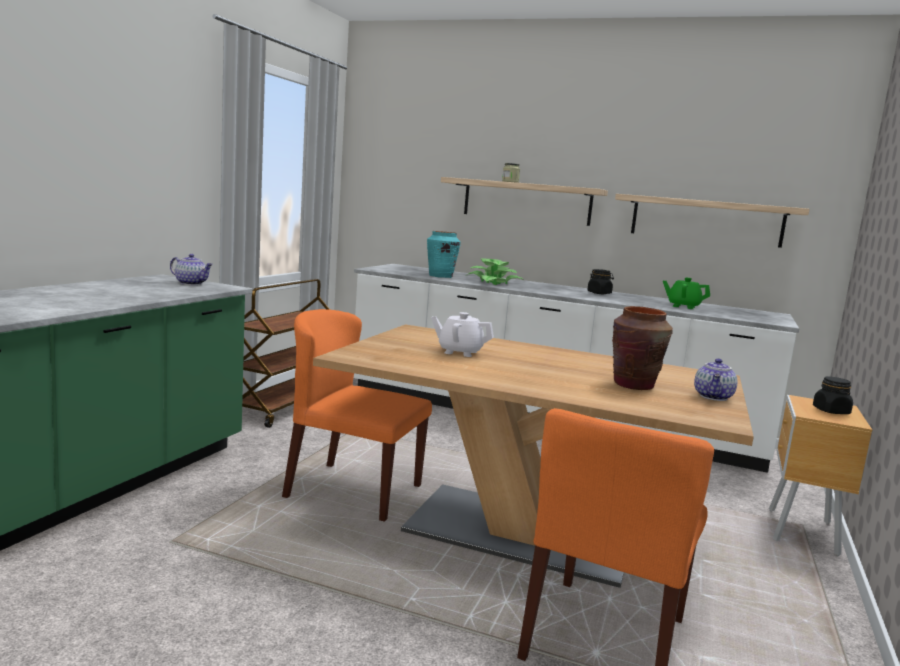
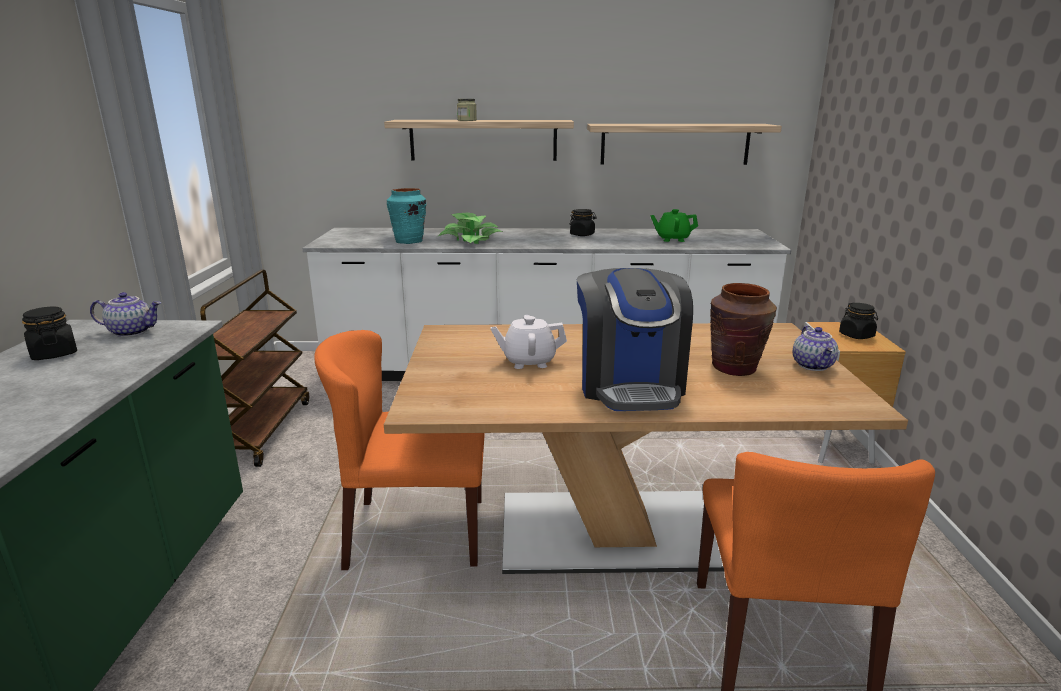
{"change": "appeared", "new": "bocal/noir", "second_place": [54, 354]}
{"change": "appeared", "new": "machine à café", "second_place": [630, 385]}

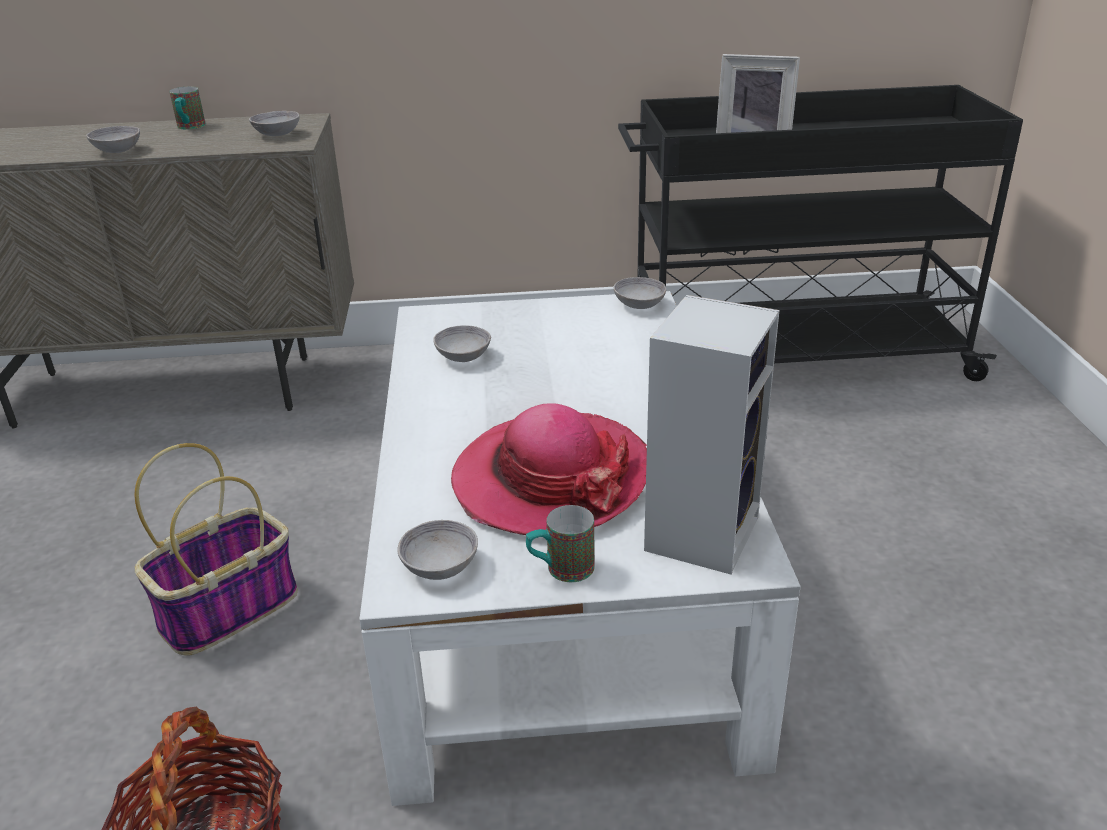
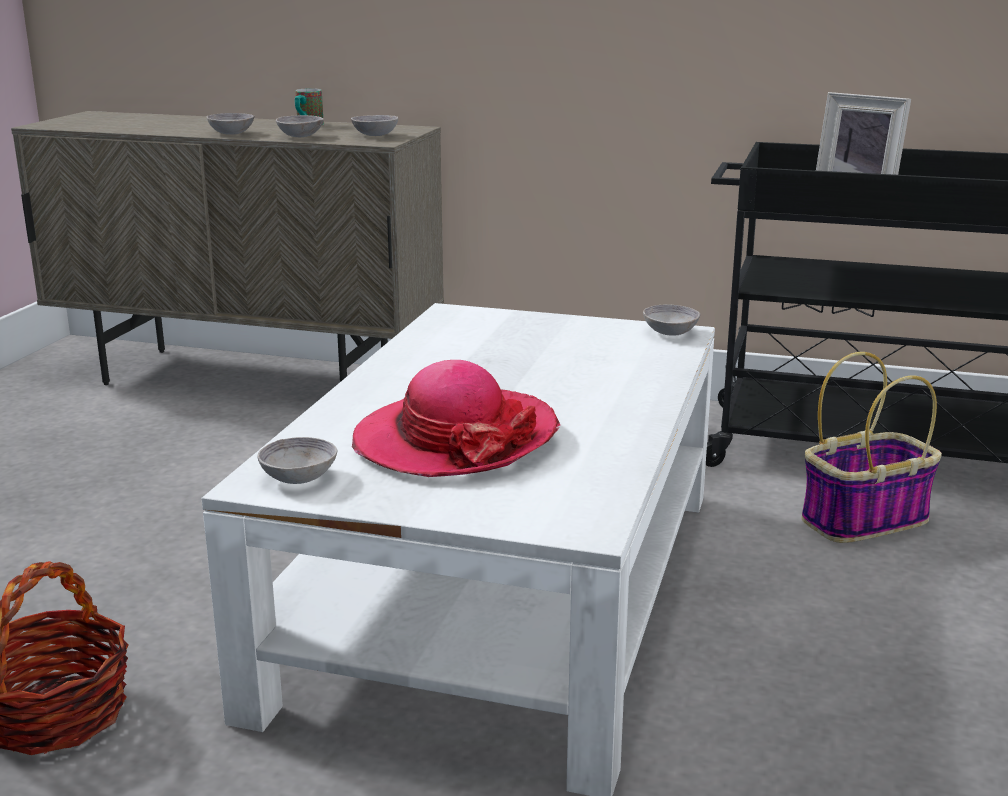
{"change": "relocated", "old": "panier", "first_place": [229, 608], "second_place": [865, 519]}
{"change": "relocated", "old": "bol/gris", "first_place": [463, 357], "second_place": [300, 136]}
{"change": "missing", "old": "mug", "first_place": [560, 570]}
{"change": "missing", "old": "enceinte", "first_place": [701, 530]}

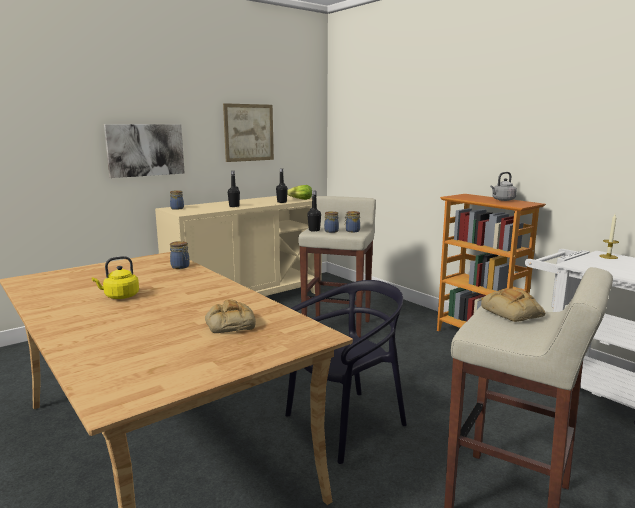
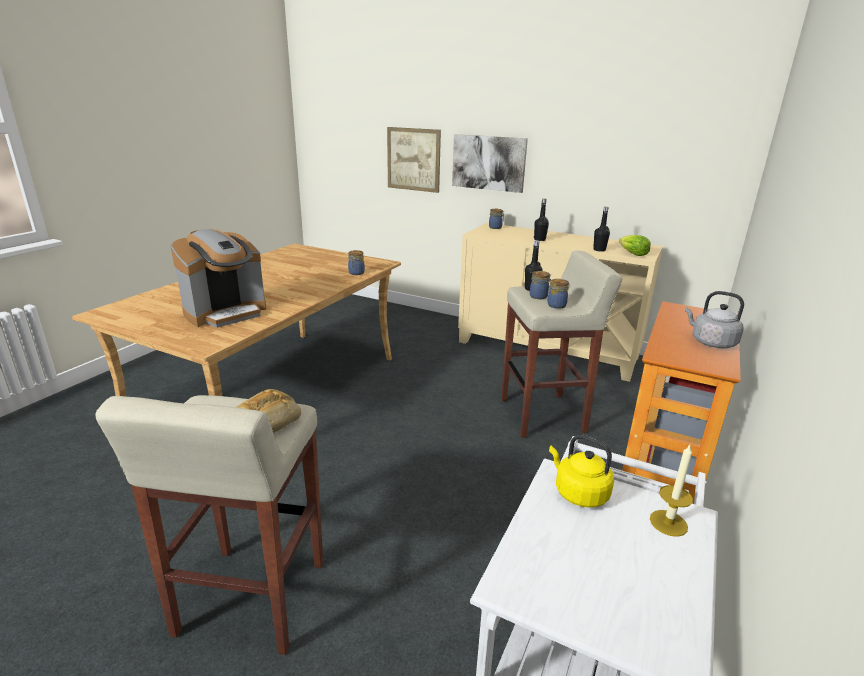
{"change": "relocated", "old": "bouilloire/jaune", "first_place": [120, 296], "second_place": [578, 493]}
{"change": "exchanged", "old": "pain", "new": "machine à café", "first_place": [229, 323], "second_place": [226, 313]}
{"change": "relocated", "old": "tableau", "first_place": [249, 132], "second_place": [413, 159]}
{"change": "missing", "old": "chaise/noir", "first_place": [346, 423]}

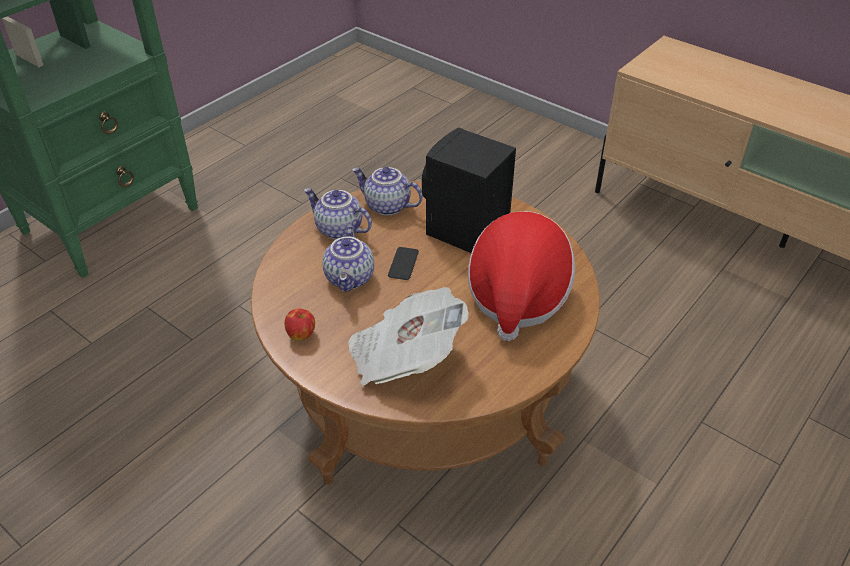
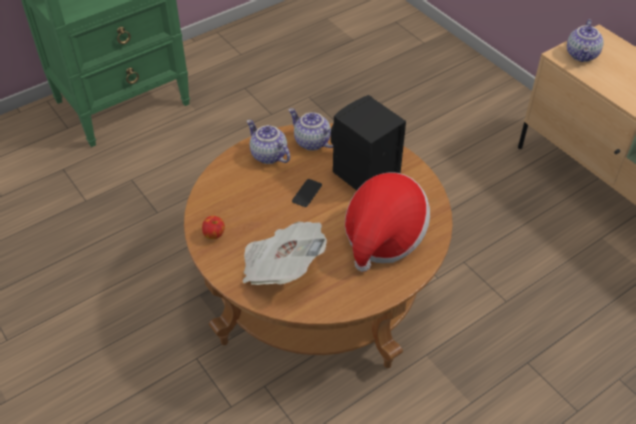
{"change": "relocated", "old": "théière", "first_place": [351, 278], "second_place": [582, 55]}

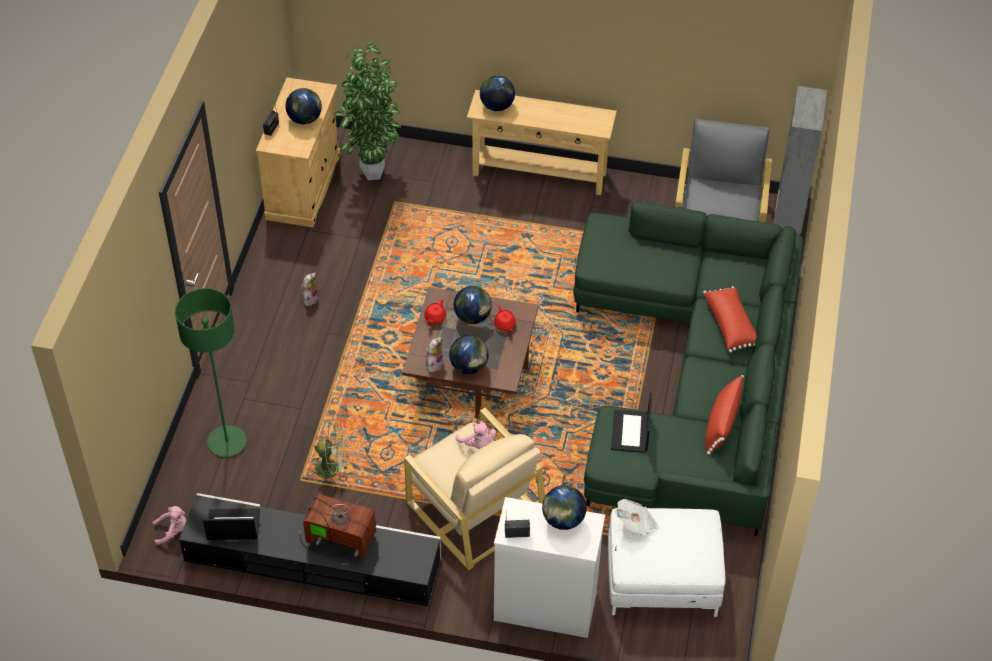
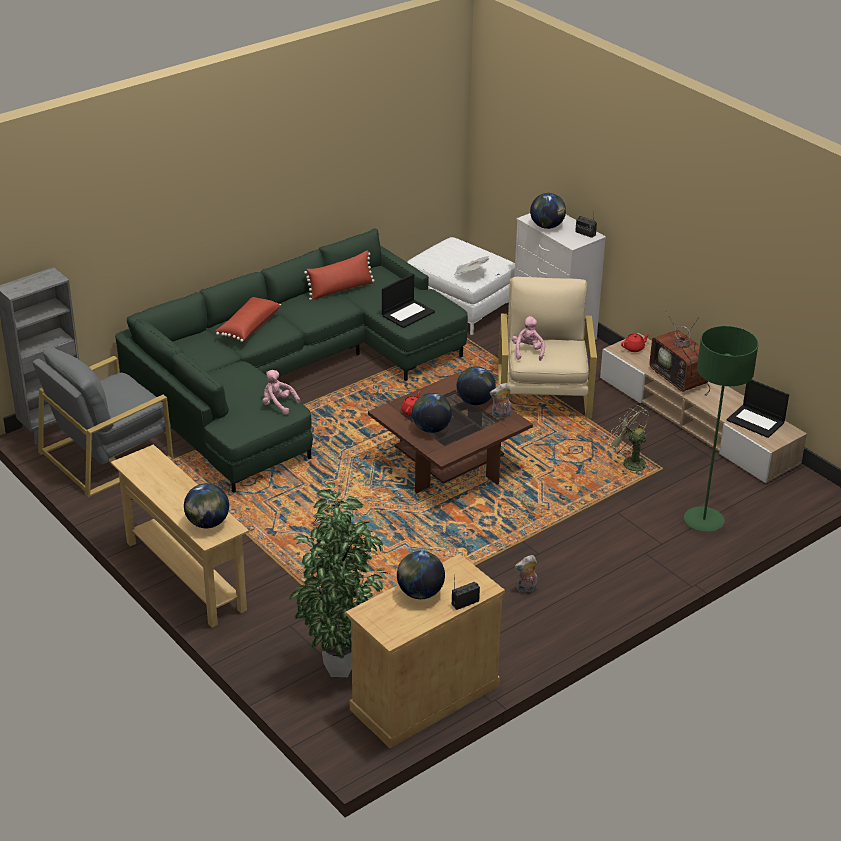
{"change": "relocated", "old": "peluche/rose", "first_place": [173, 531], "second_place": [278, 405]}
{"change": "colour", "old": "meuble télé/noir", "new": "meuble télé/beige", "first_place": [312, 561], "second_place": [697, 421]}
{"change": "relocated", "old": "théière/rouge", "first_place": [435, 318], "second_place": [634, 348]}

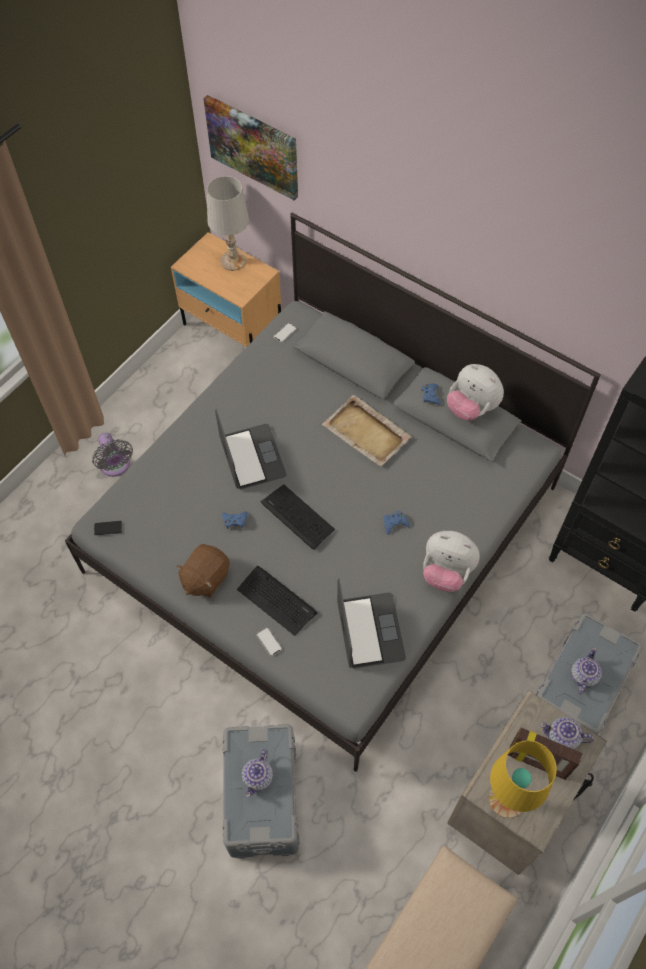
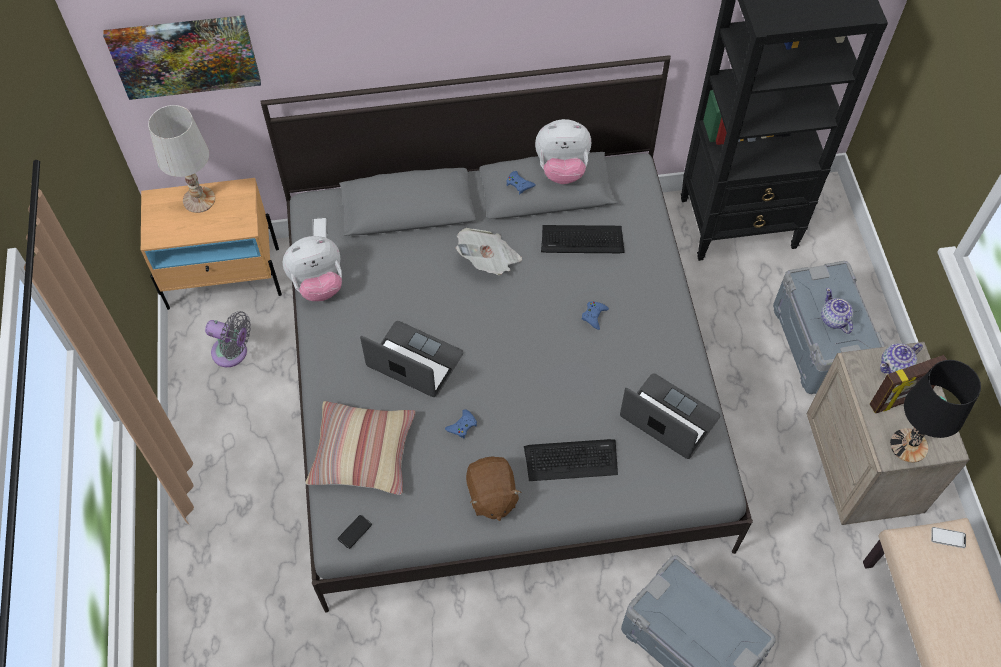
{"change": "relocated", "old": "ventilateur/gris", "first_place": [116, 466], "second_place": [233, 353]}
{"change": "missing", "old": "théière", "first_place": [258, 777]}
{"change": "relocated", "old": "téléphone", "first_place": [269, 642], "second_place": [948, 538]}
{"change": "relocated", "old": "clavier", "first_place": [297, 517], "second_place": [582, 240]}
{"change": "exchanged", "old": "plateau/beige", "new": "journal", "first_place": [367, 433], "second_place": [489, 261]}
{"change": "relocated", "old": "peluche", "first_place": [446, 572], "second_place": [318, 284]}
{"change": "colour", "old": "lampe de table/jaune", "new": "lampe de table/noir", "first_place": [507, 798], "second_place": [908, 445]}
{"change": "appeared", "new": "coussin", "second_place": [363, 453]}

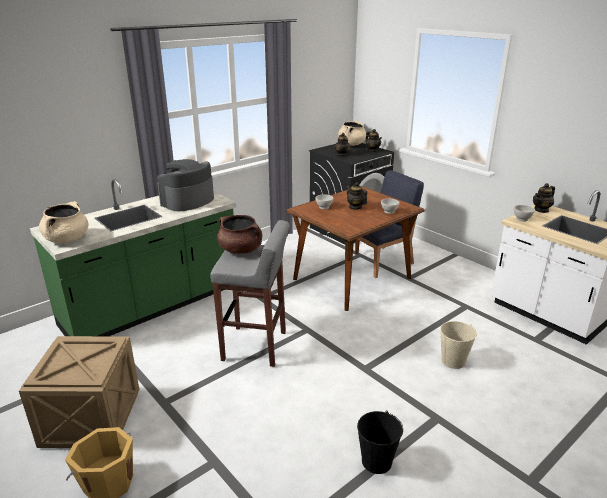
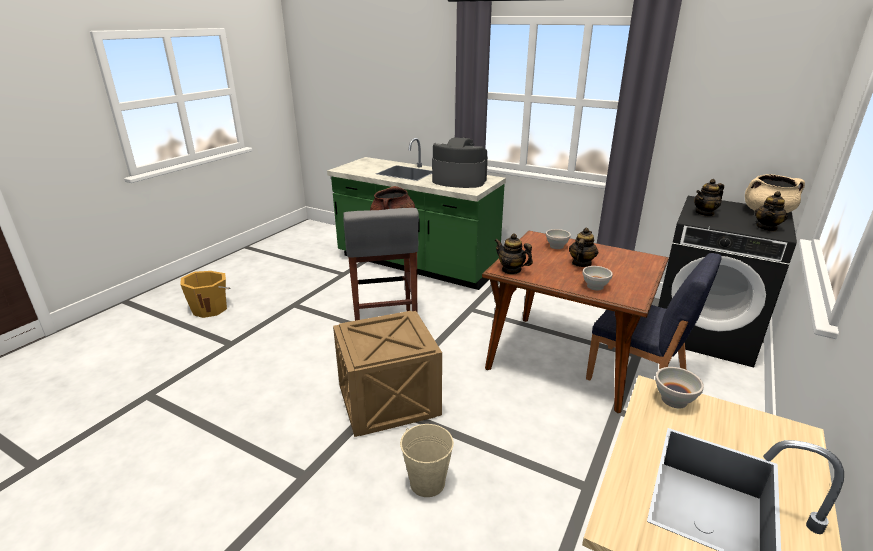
{"change": "relocated", "old": "caisse", "first_place": [92, 417], "second_place": [390, 401]}
{"change": "missing", "old": "marmite/beige", "first_place": [67, 239]}
{"change": "missing", "old": "seau/noir", "first_place": [376, 461]}
{"change": "relocated", "old": "théière", "first_place": [541, 210], "second_place": [511, 270]}

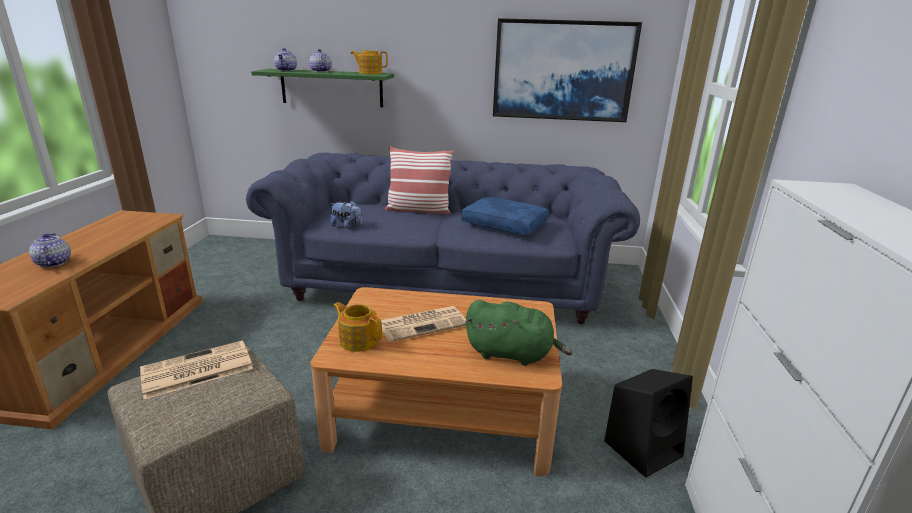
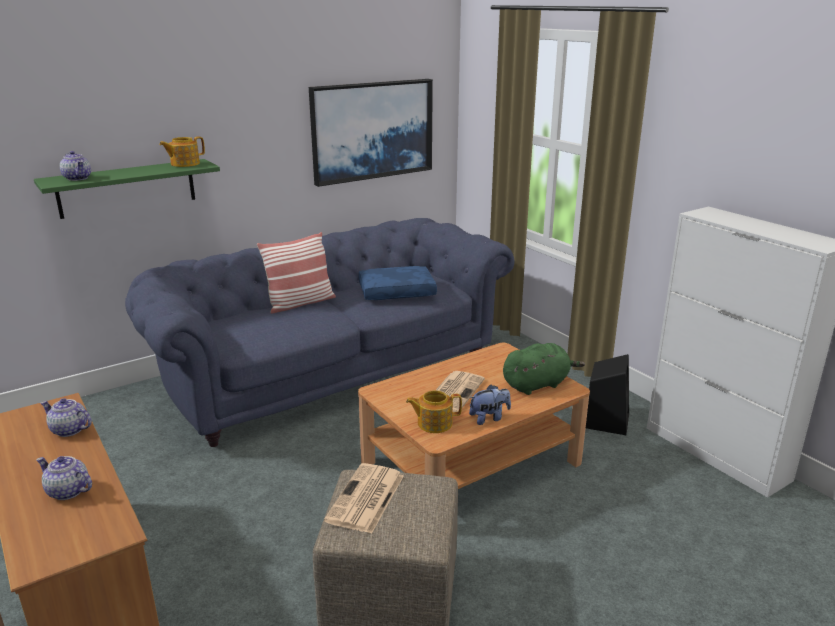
{"change": "relocated", "old": "théière", "first_place": [320, 71], "second_place": [69, 430]}
{"change": "relocated", "old": "peluche", "first_place": [346, 226], "second_place": [489, 418]}

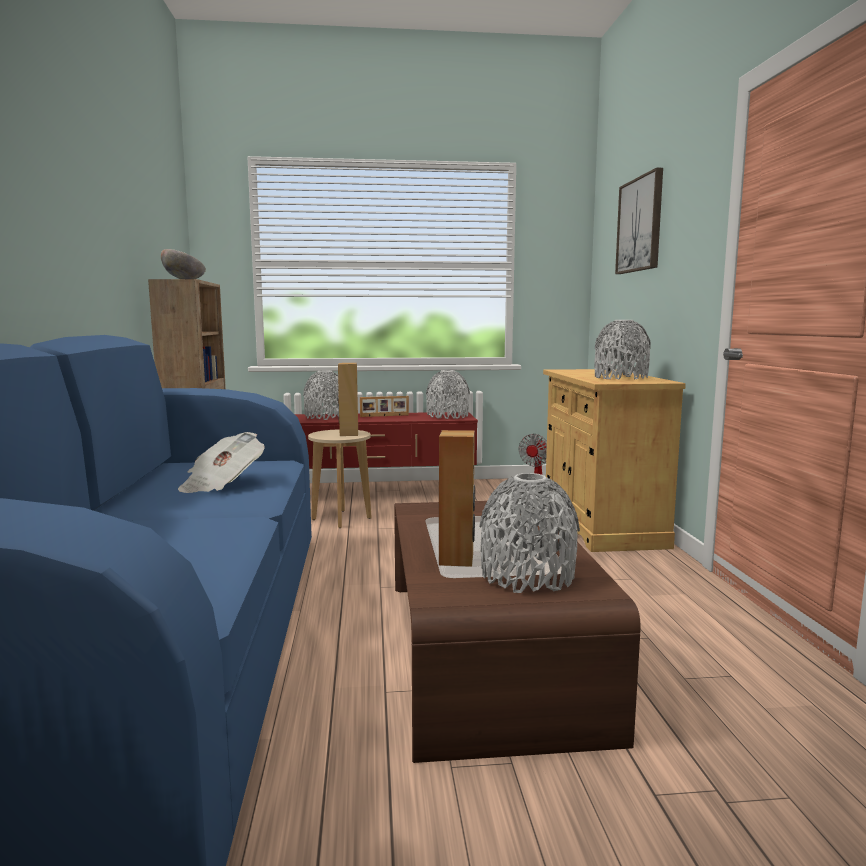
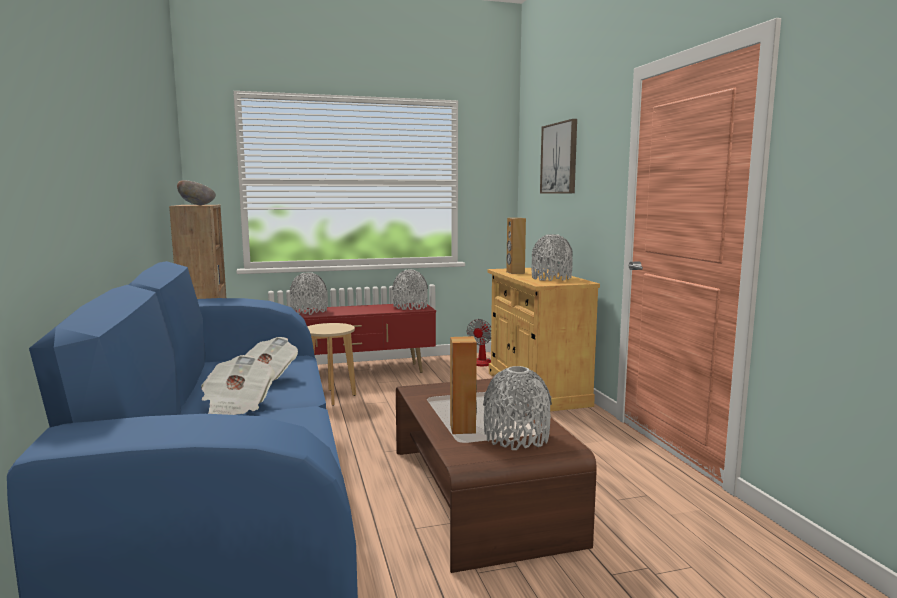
{"change": "relocated", "old": "enceinte/marron", "first_place": [348, 434], "second_place": [515, 272]}
{"change": "missing", "old": "cadre photo", "first_place": [384, 416]}
{"change": "appeared", "new": "journal", "second_place": [237, 405]}

